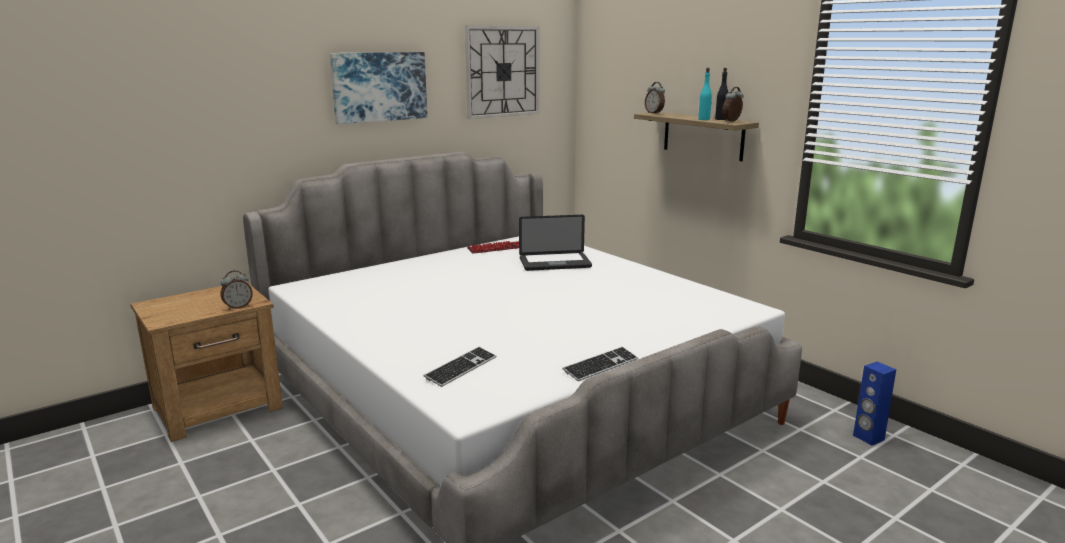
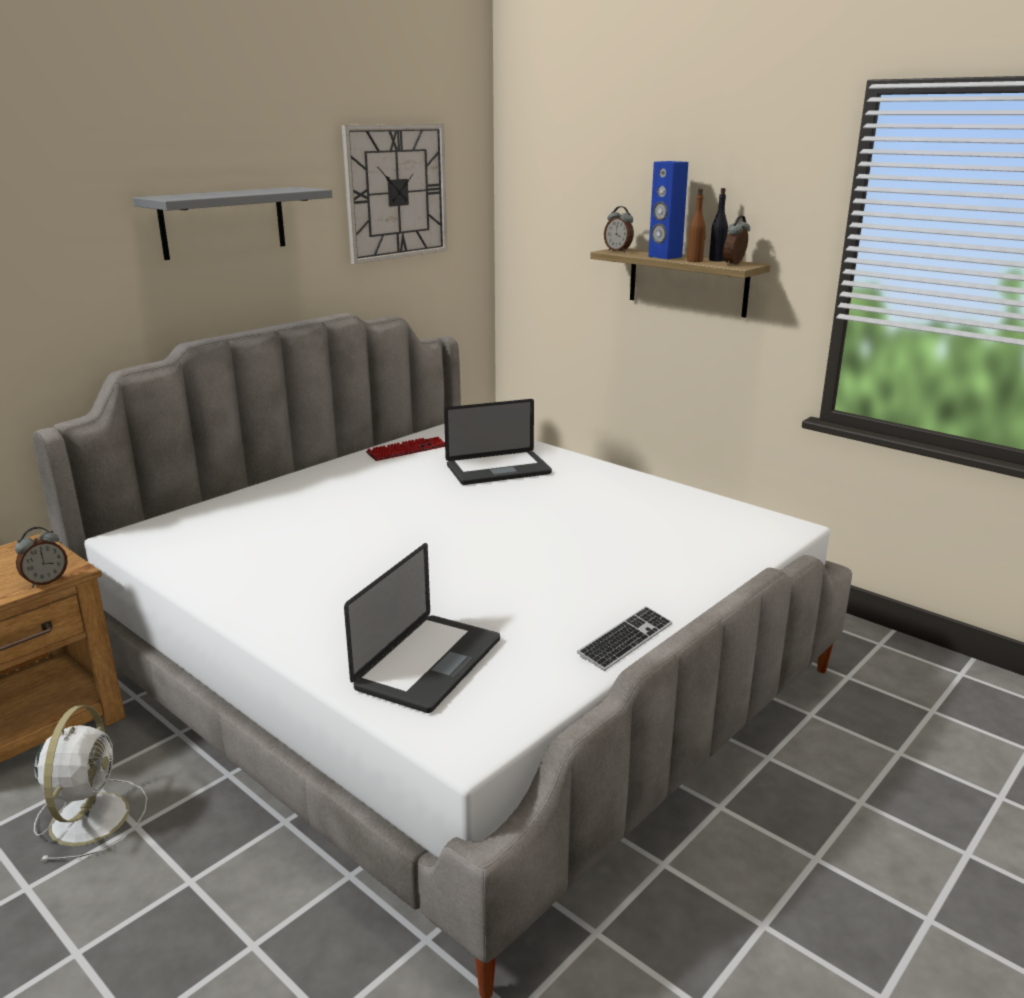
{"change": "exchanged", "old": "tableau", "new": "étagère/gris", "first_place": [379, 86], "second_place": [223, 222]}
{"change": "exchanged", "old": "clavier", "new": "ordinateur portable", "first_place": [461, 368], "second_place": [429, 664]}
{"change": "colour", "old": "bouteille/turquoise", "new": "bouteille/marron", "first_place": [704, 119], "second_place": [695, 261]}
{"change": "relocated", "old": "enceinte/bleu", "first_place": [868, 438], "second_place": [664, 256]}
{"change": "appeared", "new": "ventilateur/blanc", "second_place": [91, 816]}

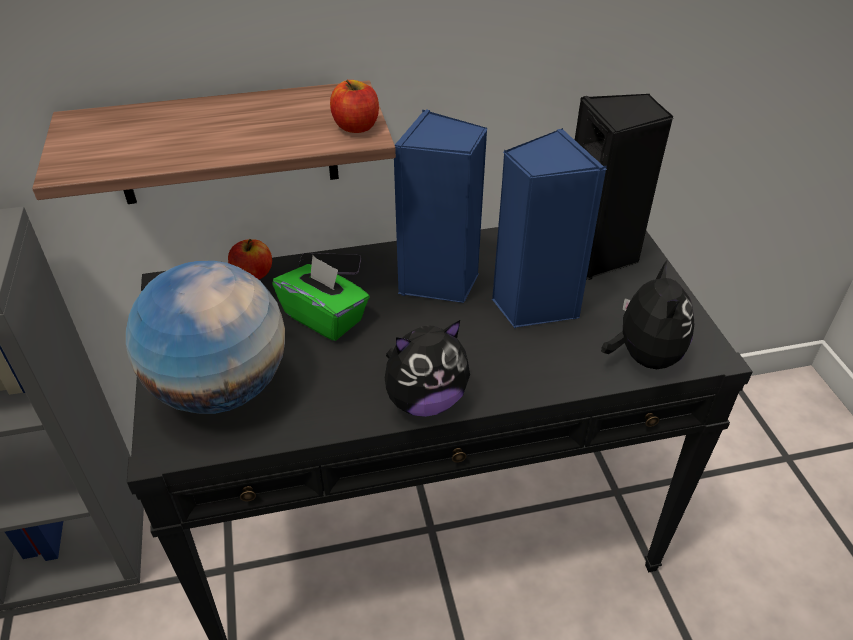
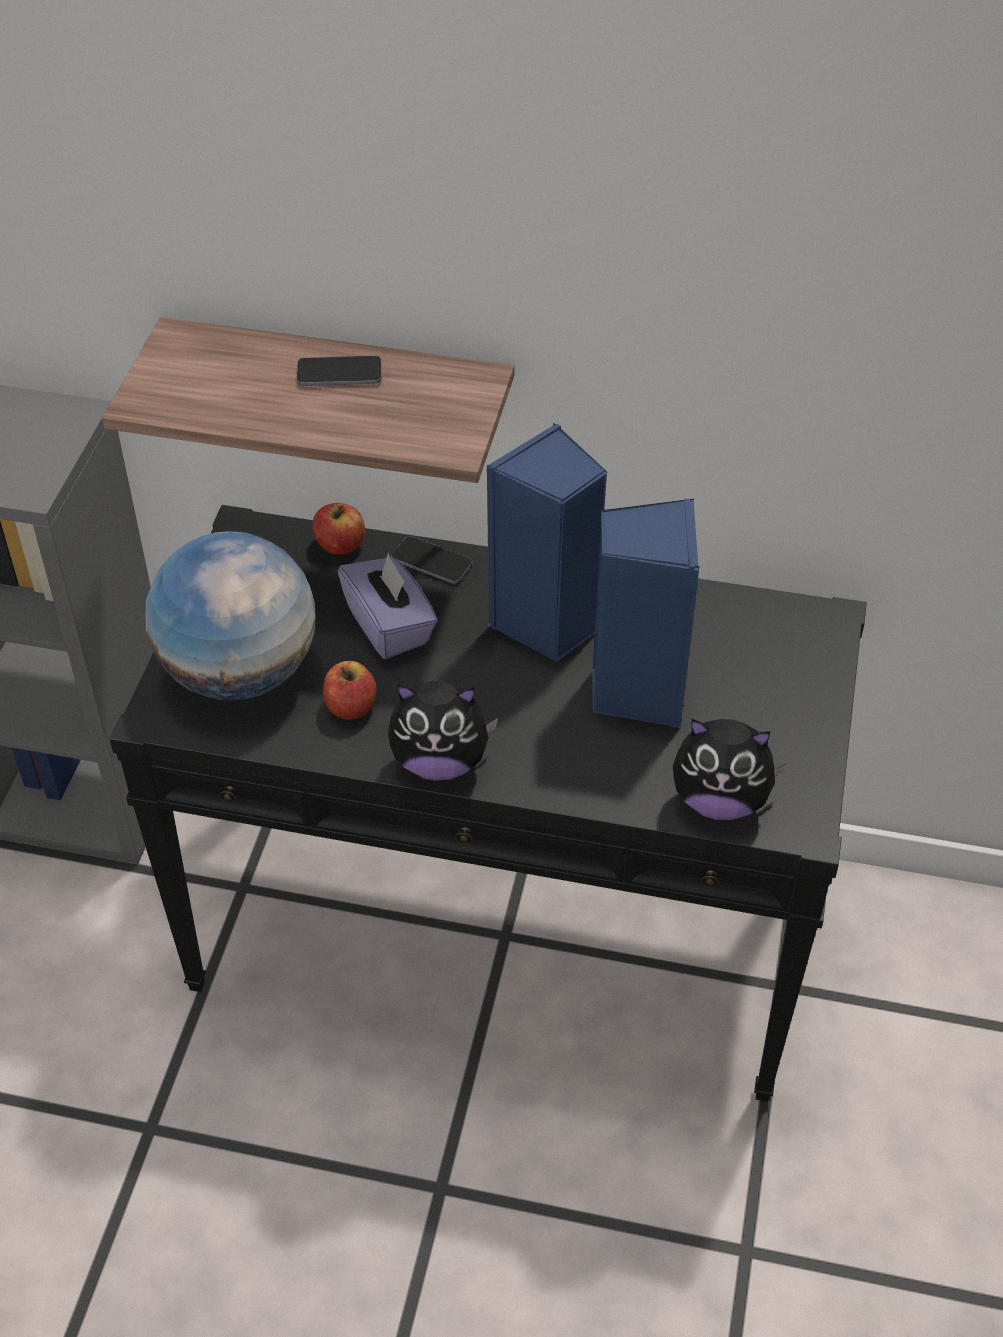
{"change": "colour", "old": "boîte à mouchoirs/vert", "new": "boîte à mouchoirs/violet", "first_place": [324, 317], "second_place": [390, 626]}
{"change": "relocated", "old": "pomme", "first_place": [356, 127], "second_place": [351, 707]}
{"change": "missing", "old": "enceinte/noir", "first_place": [600, 255]}
{"change": "spun", "old": "peluche", "first_place": [643, 356], "second_place": [720, 800], "degrees": 75}
{"change": "appeared", "new": "téléphone", "second_place": [339, 374]}

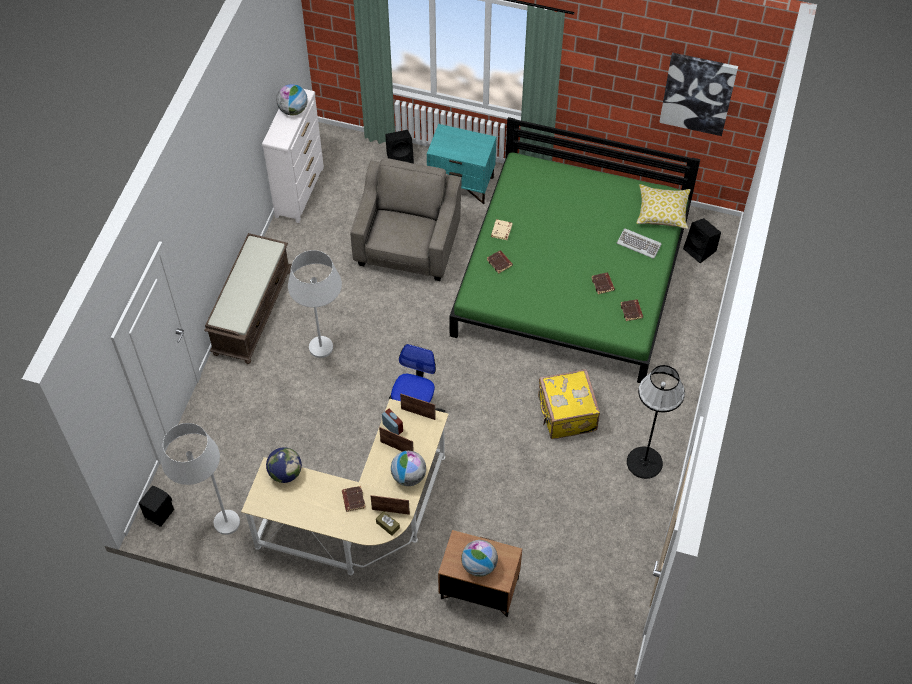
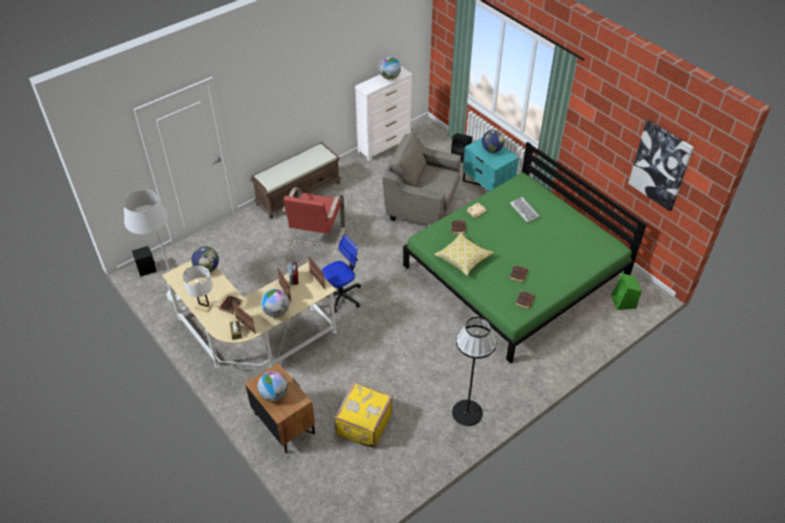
{"change": "exchanged", "old": "lampadaire/blanc", "new": "fauteuil/rouge", "first_place": [325, 358], "second_place": [316, 238]}
{"change": "spun", "old": "fauteuil/gris", "first_place": [408, 247], "second_place": [422, 204], "degrees": -120}
{"change": "relocated", "old": "valise/jaune", "first_place": [566, 414], "second_place": [363, 424]}
{"change": "relocated", "old": "clavier", "first_place": [639, 244], "second_place": [524, 210]}
{"change": "relocated", "old": "coussin", "first_place": [662, 212], "second_place": [463, 259]}
{"change": "colour", "old": "enceinte/noir", "new": "enceinte/vert", "first_place": [700, 250], "second_place": [623, 302]}
{"change": "appeared", "new": "lampe de table/blanc", "second_place": [204, 306]}
{"change": "appeared", "new": "globe", "second_place": [492, 150]}

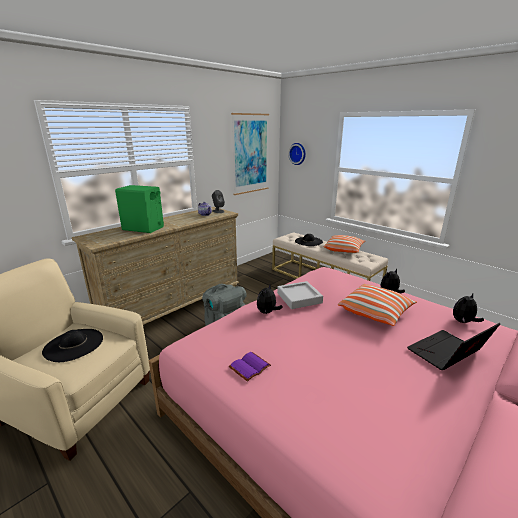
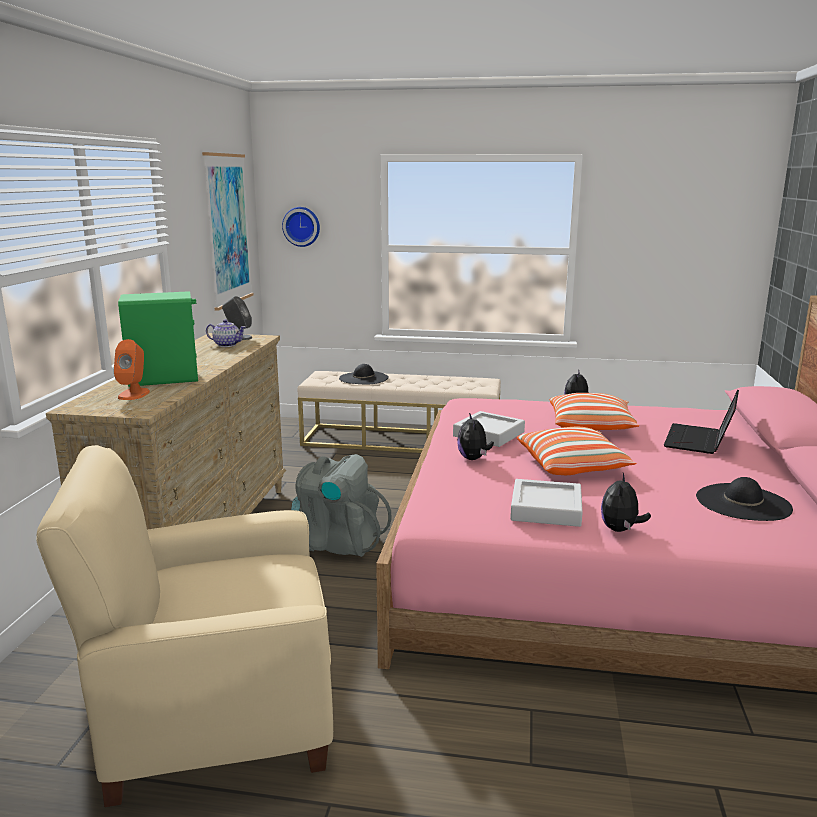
{"change": "relocated", "old": "chapeau/noir", "first_place": [73, 344], "second_place": [743, 502]}
{"change": "exchanged", "old": "livre/violet", "new": "plateau/gris", "first_place": [250, 367], "second_place": [546, 509]}
{"change": "relocated", "old": "coussin", "first_place": [344, 250], "second_place": [573, 466]}
{"change": "relocated", "old": "peluche", "first_place": [463, 322], "second_place": [620, 530]}
{"change": "appeared", "new": "enceinte/orange", "second_place": [134, 394]}

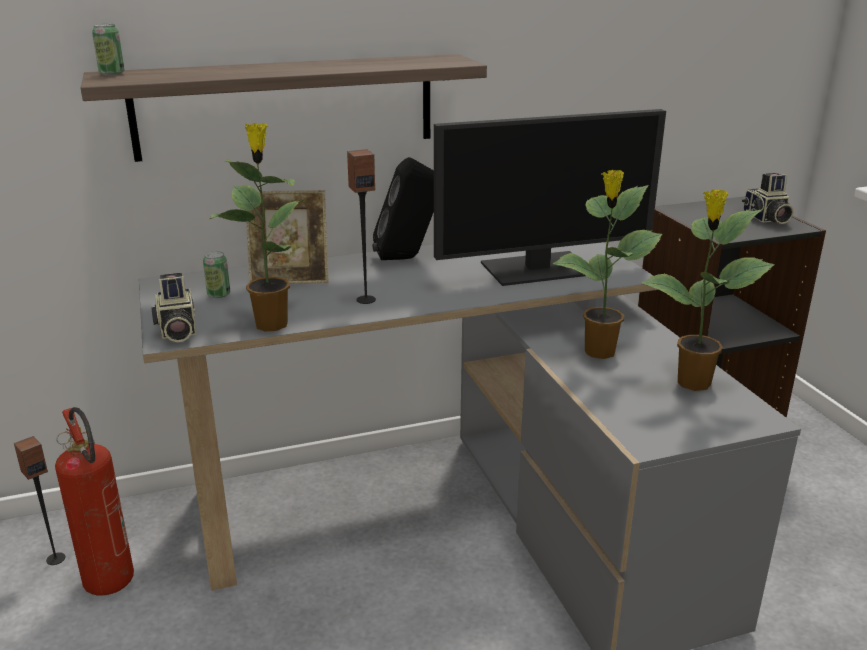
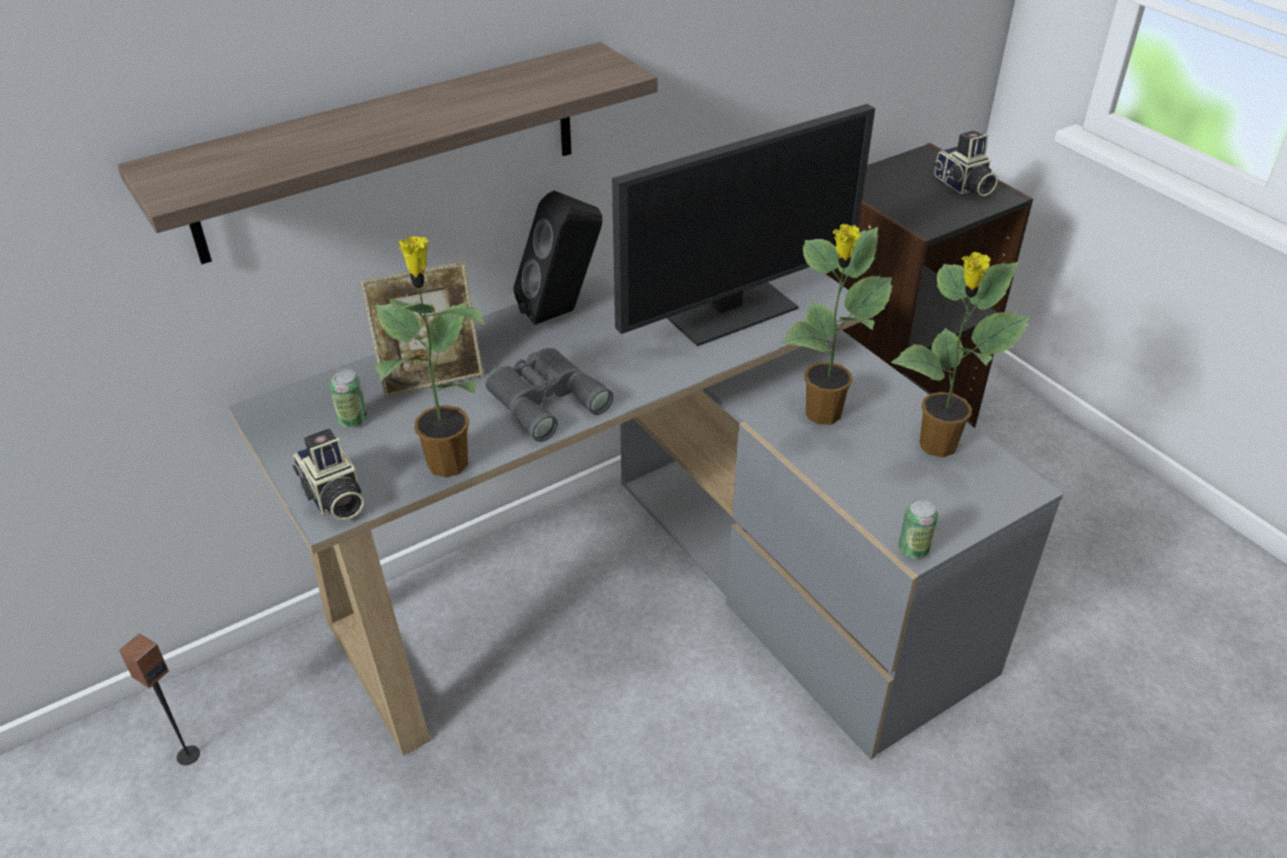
{"change": "missing", "old": "extincteur", "first_place": [112, 587]}
{"change": "relocated", "old": "boîte métallique", "first_place": [112, 73], "second_place": [913, 549]}
{"change": "exchanged", "old": "enceinte", "new": "jumelles/gris", "first_place": [366, 299], "second_place": [544, 398]}

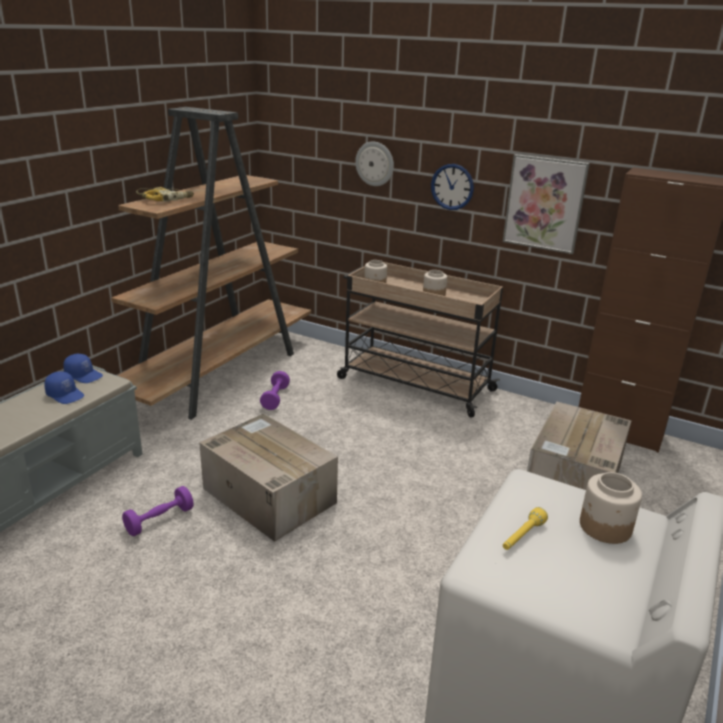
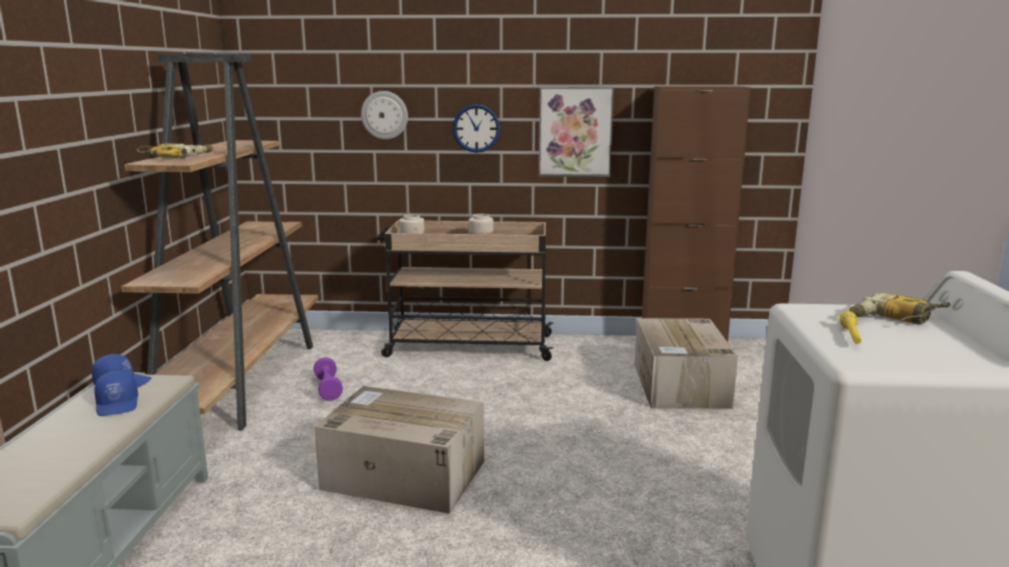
{"change": "spun", "old": "casquette/bleu", "first_place": [66, 395], "second_place": [118, 404], "degrees": 60}
{"change": "missing", "old": "haltère/violet", "first_place": [159, 520]}
{"change": "exchanged", "old": "bocal", "new": "perceuse", "first_place": [605, 527], "second_place": [895, 319]}

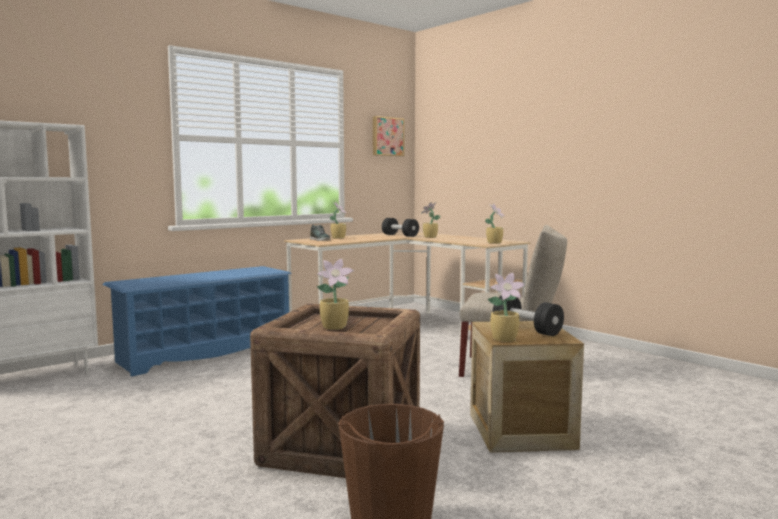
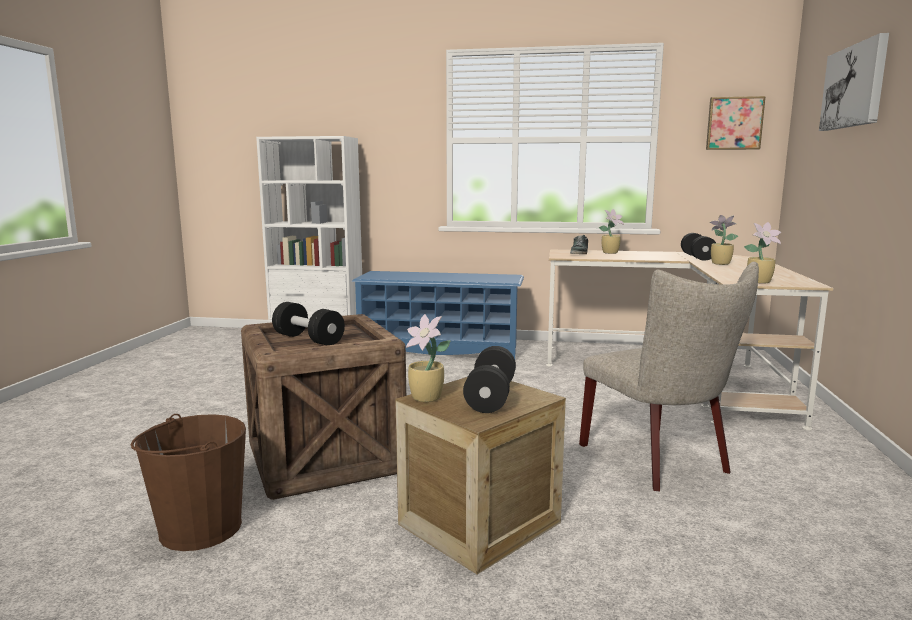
{"change": "exchanged", "old": "plante en pot", "new": "haltère/noir", "first_place": [335, 327], "second_place": [308, 339]}
{"change": "appeared", "new": "tableau", "second_place": [854, 86]}

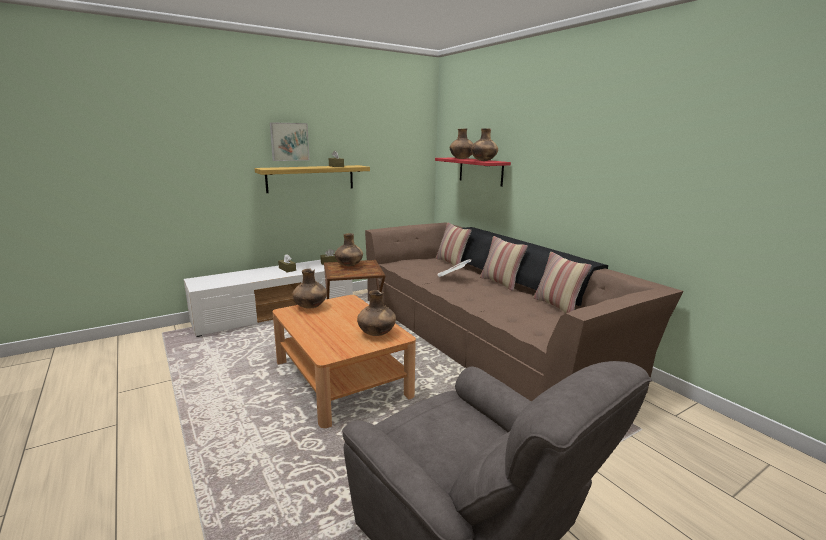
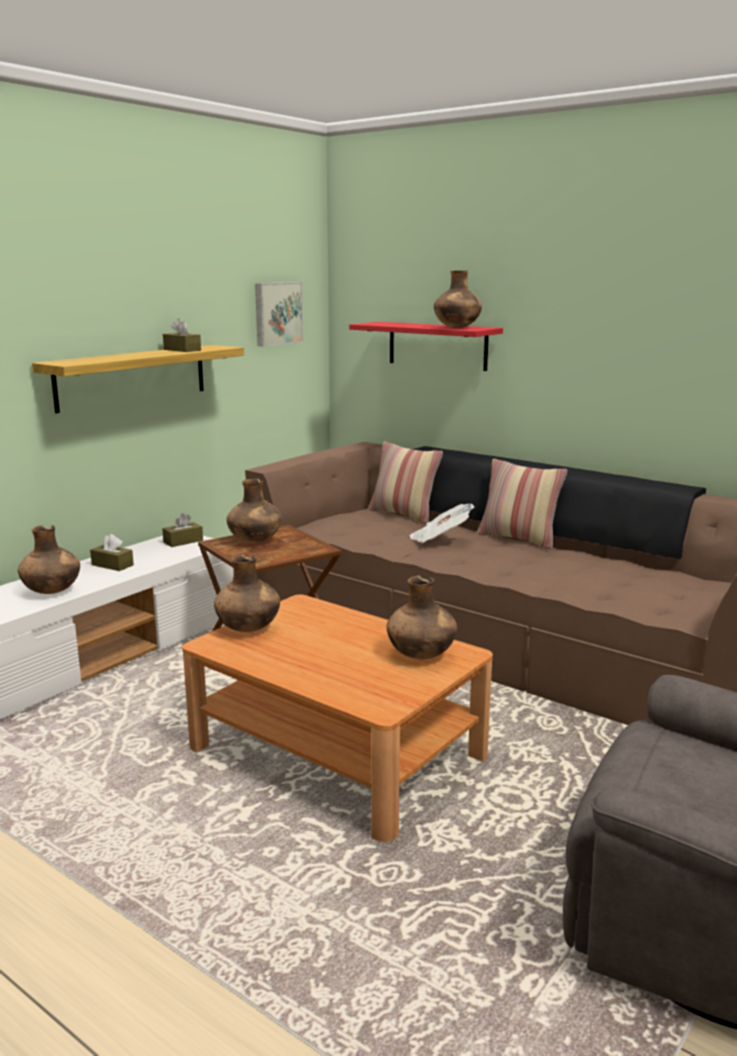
{"change": "relocated", "old": "tableau", "first_place": [289, 141], "second_place": [277, 313]}
{"change": "relocated", "old": "vase/marron", "first_place": [462, 159], "second_place": [52, 591]}
{"change": "missing", "old": "coussin", "first_place": [557, 306]}

